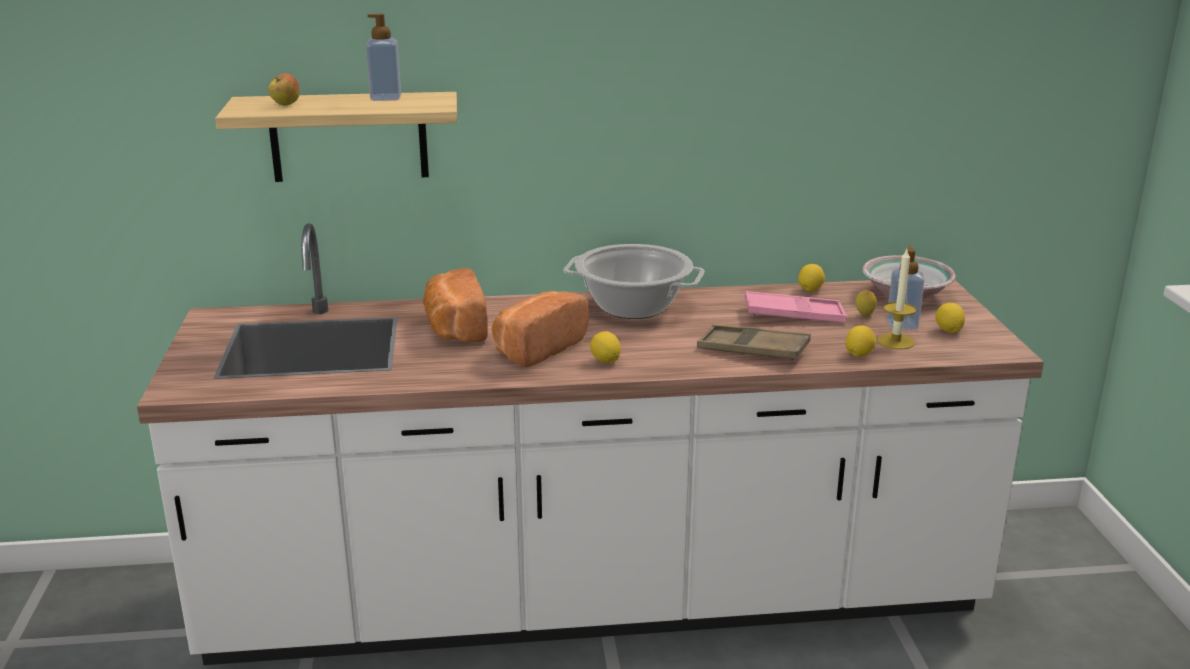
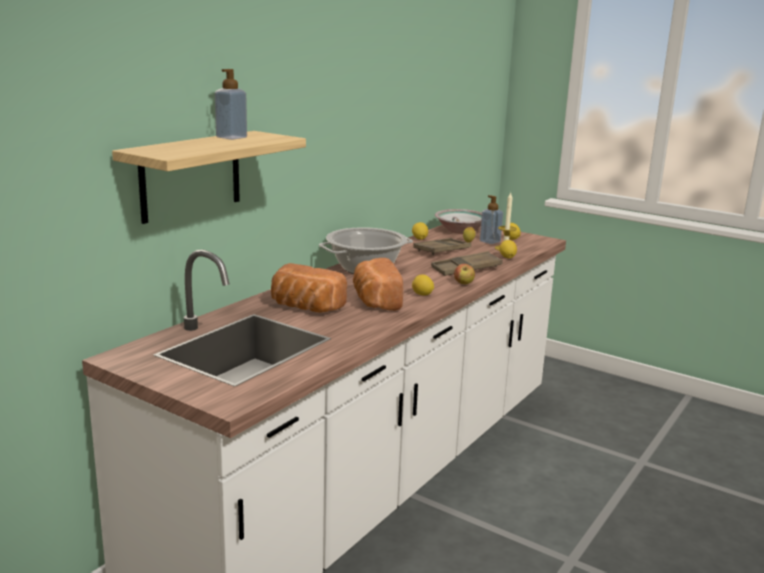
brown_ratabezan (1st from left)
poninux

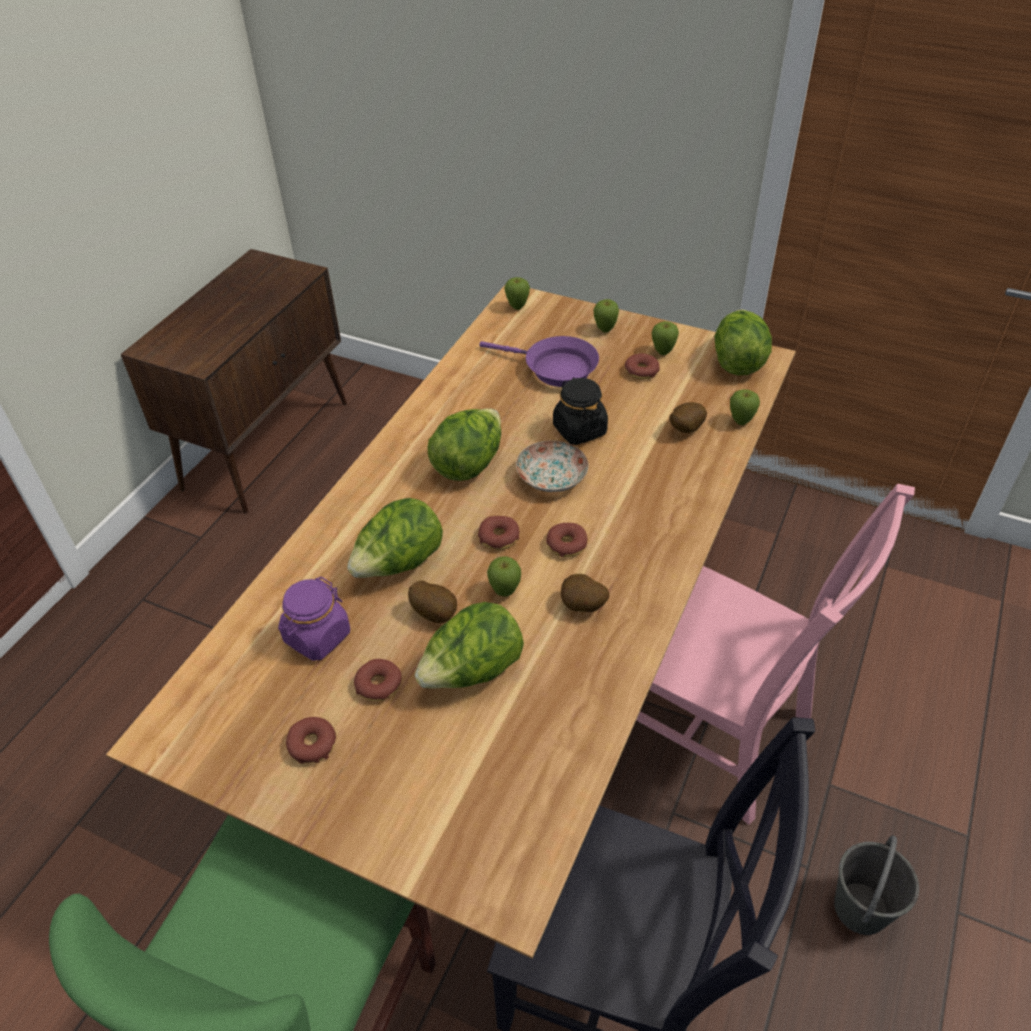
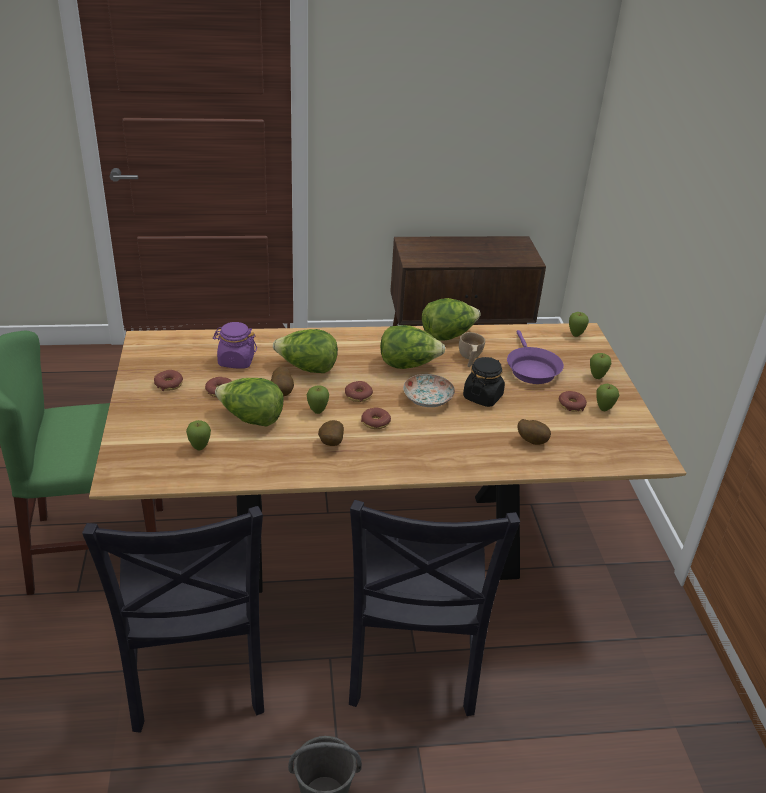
poninux (1st from left)
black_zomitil (2nd from left)
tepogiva (4th from left)
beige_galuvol

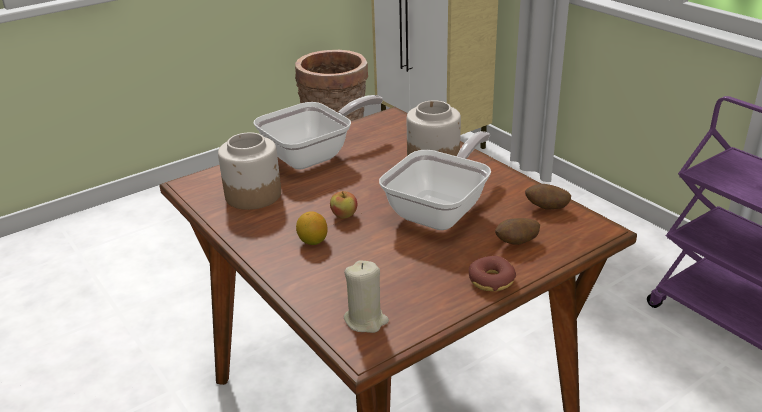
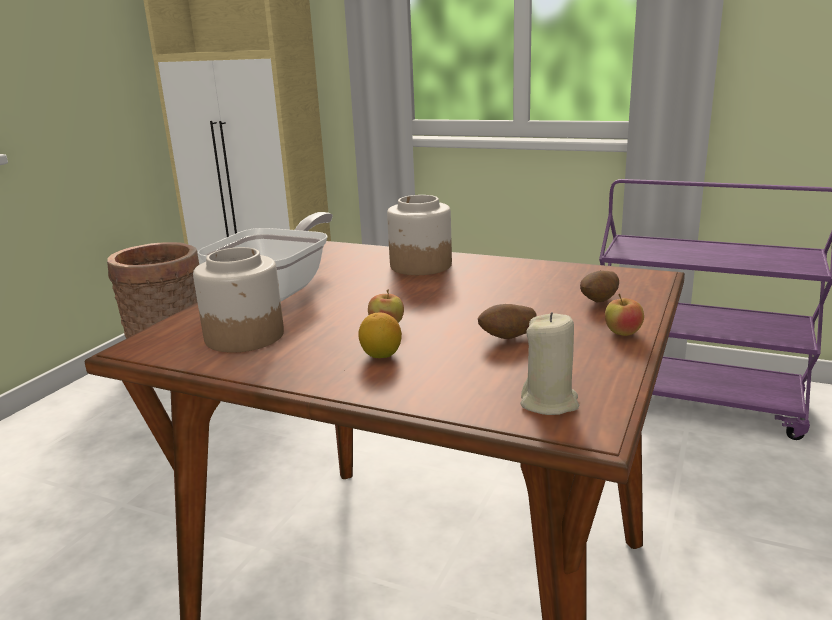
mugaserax (1st from left)
poninux (2nd from left)
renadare (2nd from left in the first image)

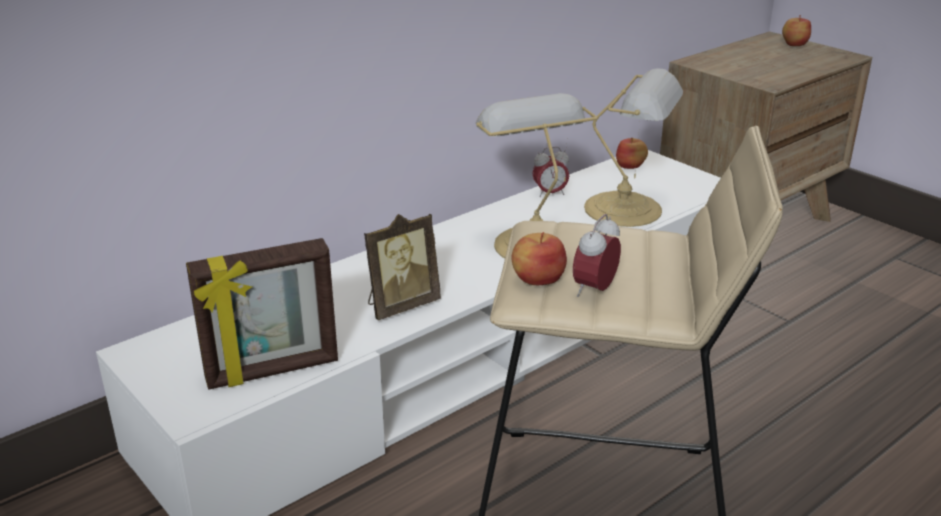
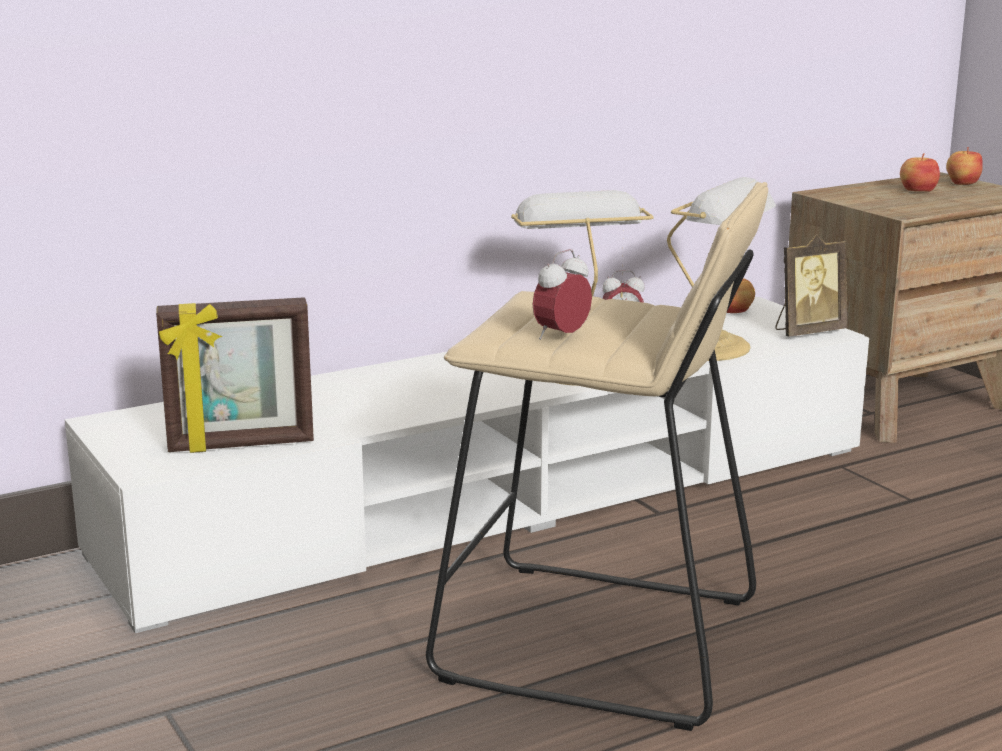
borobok (2nd from left)
poninux (2nd from left)

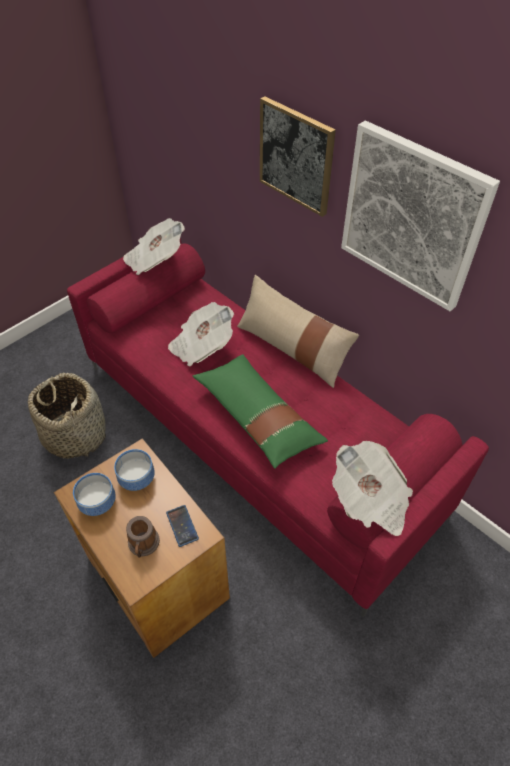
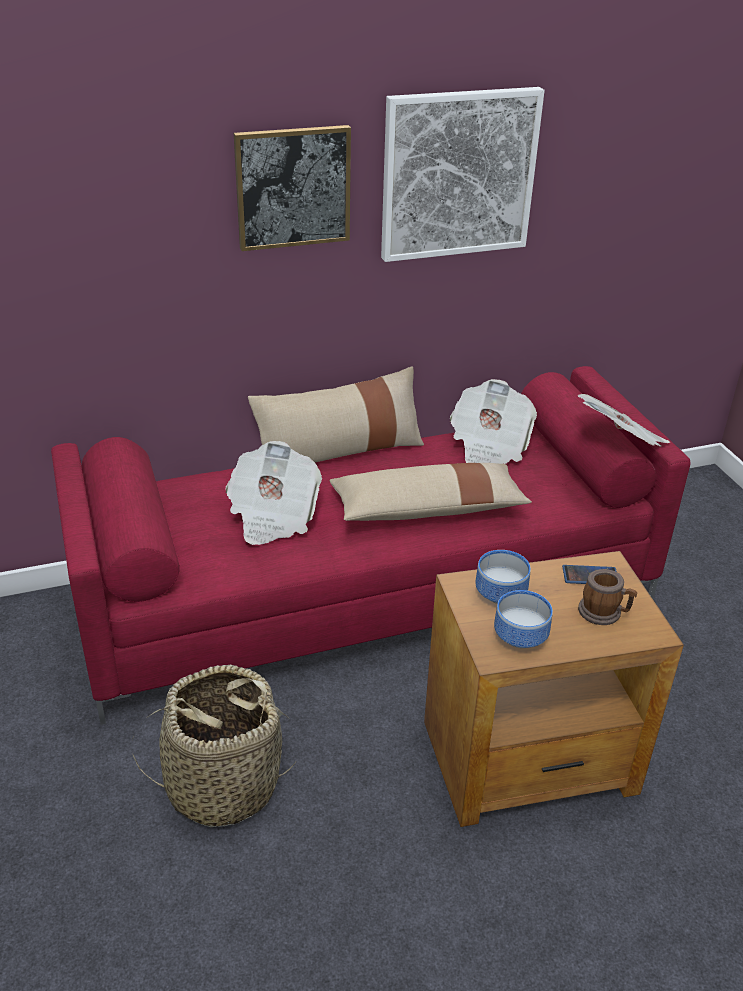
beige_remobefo (2nd from left)
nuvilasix (2nd from left)

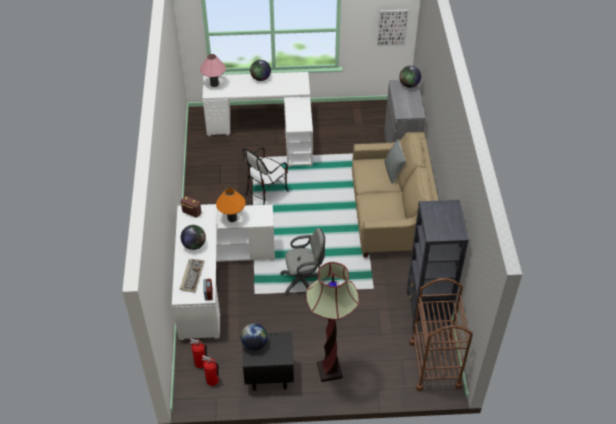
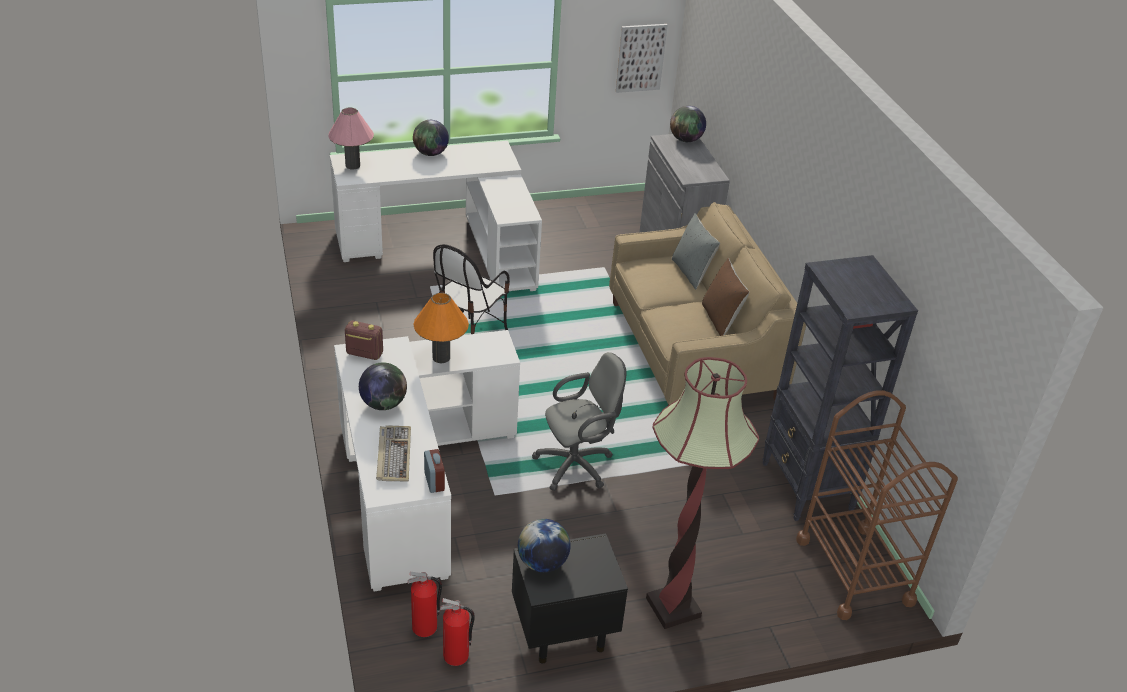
brown_remobefo

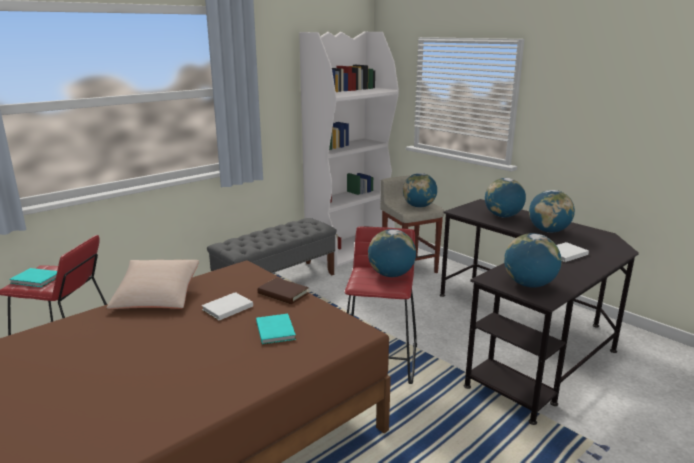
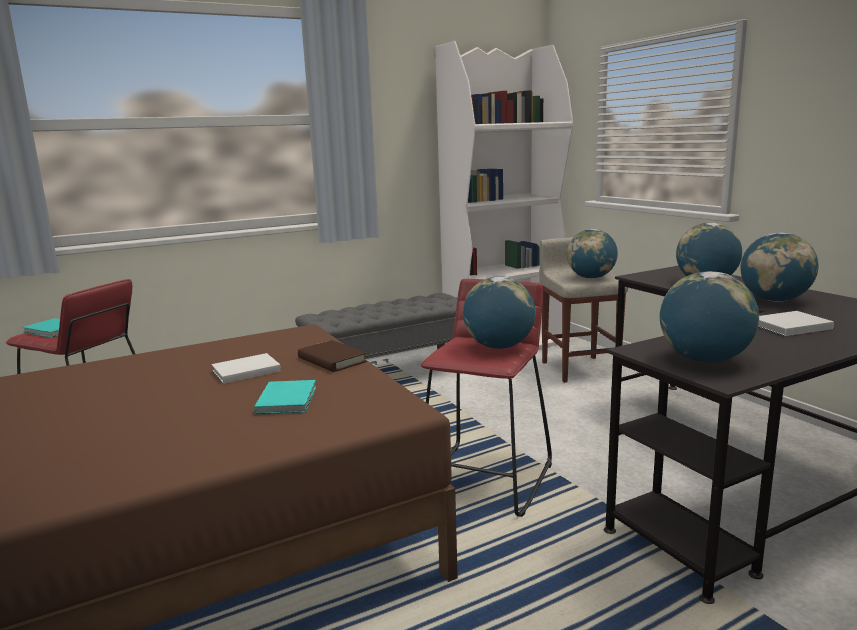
beige_remobefo

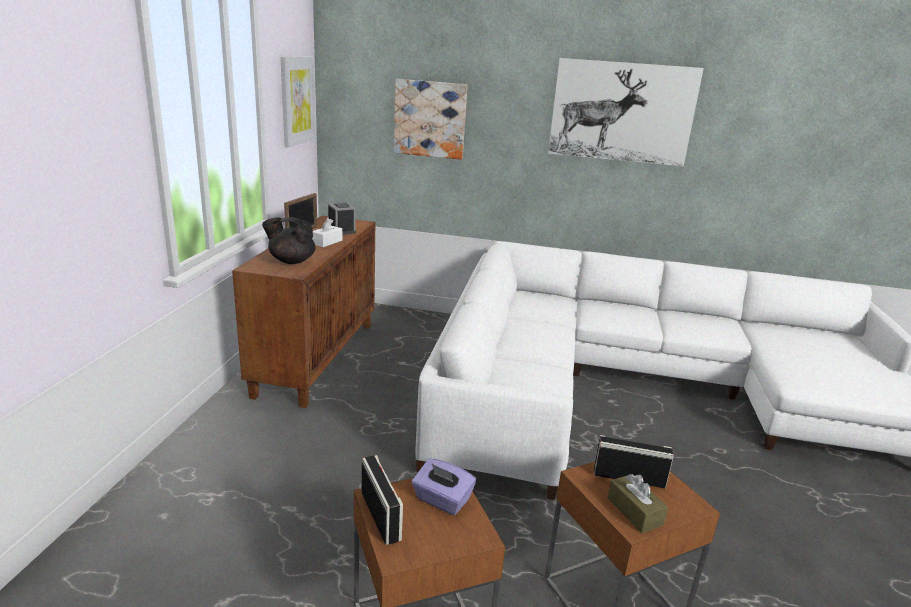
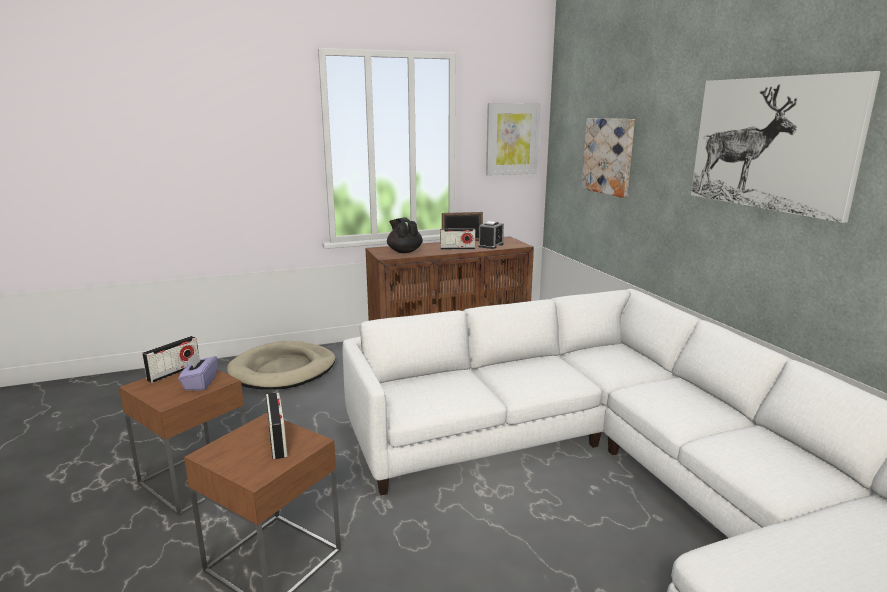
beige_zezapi
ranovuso (3rd from left)
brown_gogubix

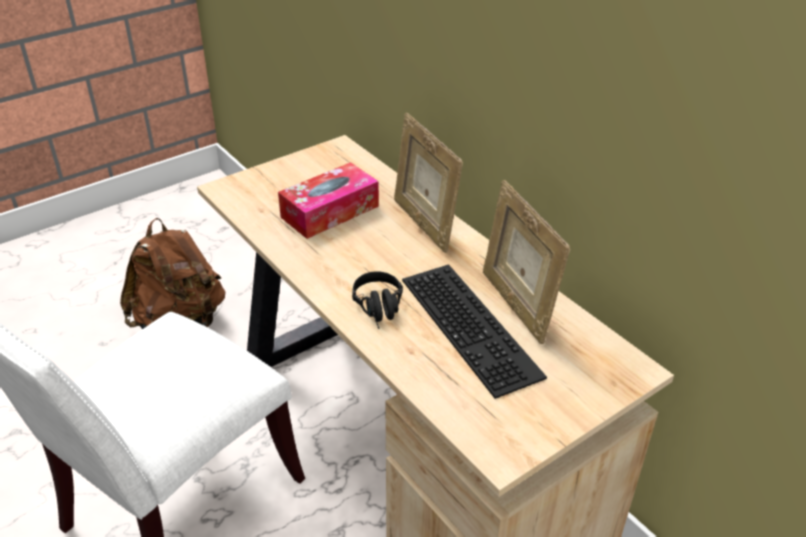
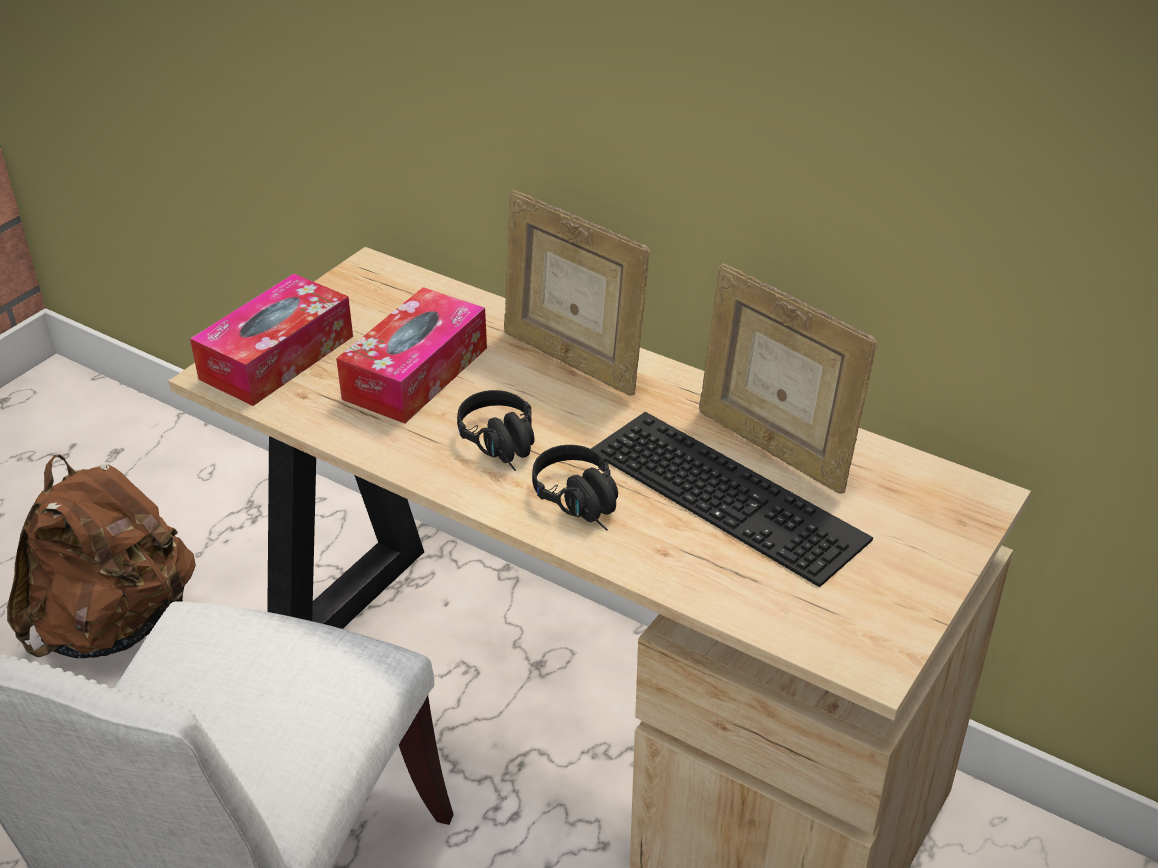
gogubix (1st from left)
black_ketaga (1st from left)

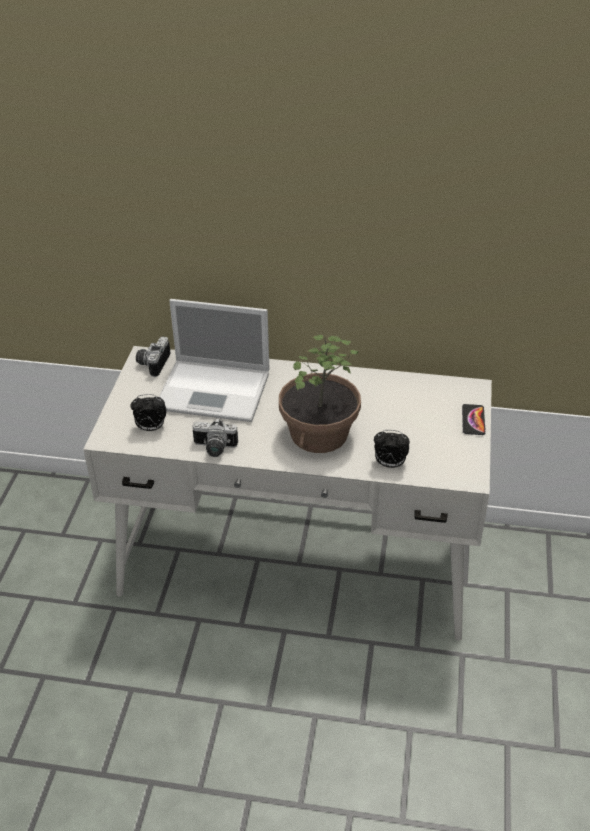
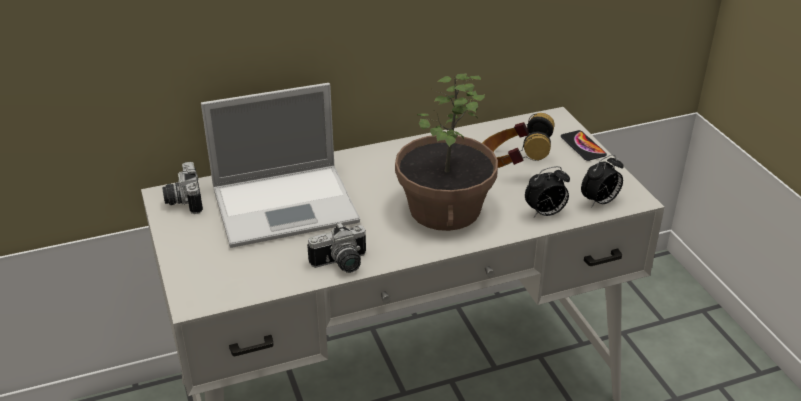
ketaga
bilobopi (2nd from left)

